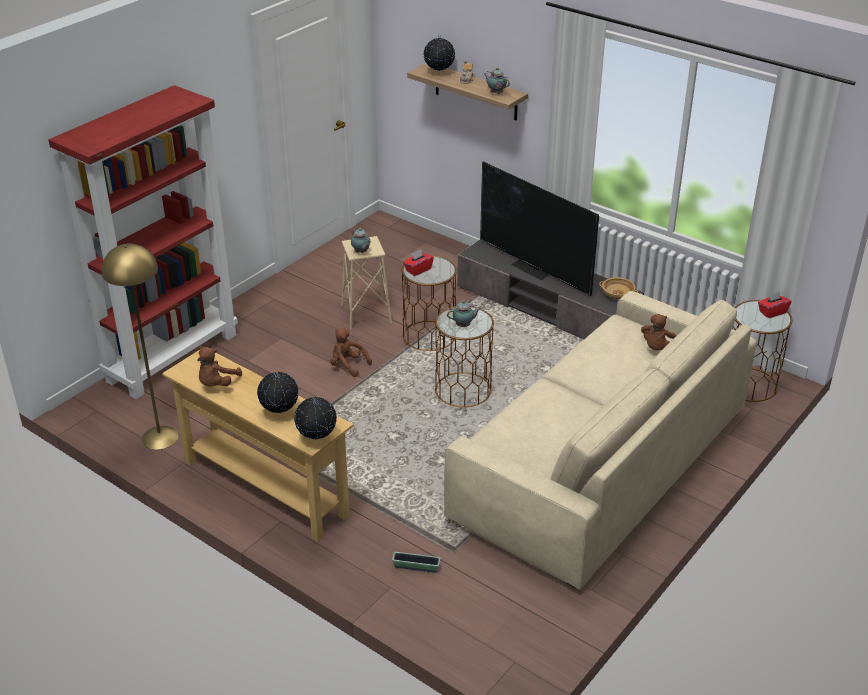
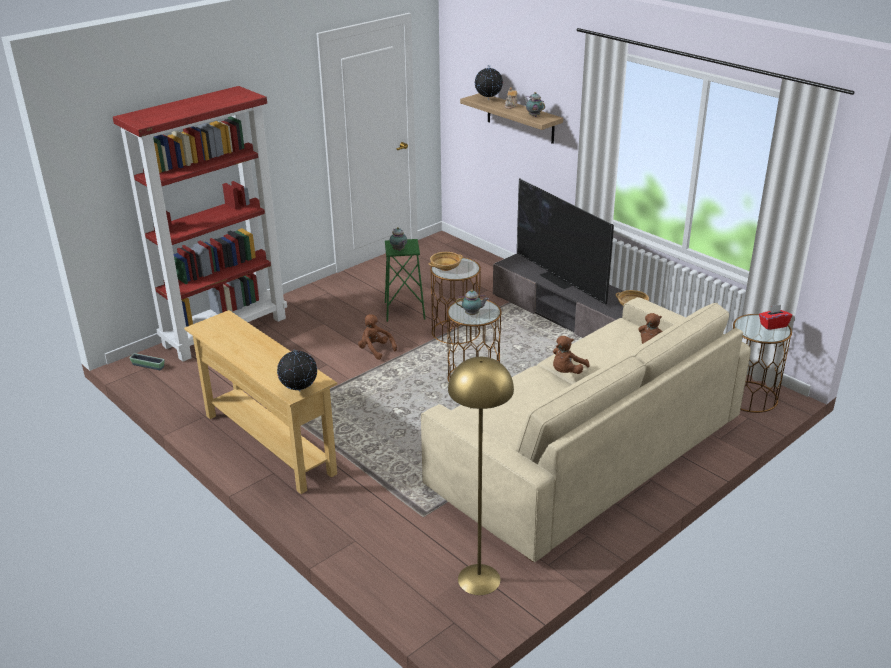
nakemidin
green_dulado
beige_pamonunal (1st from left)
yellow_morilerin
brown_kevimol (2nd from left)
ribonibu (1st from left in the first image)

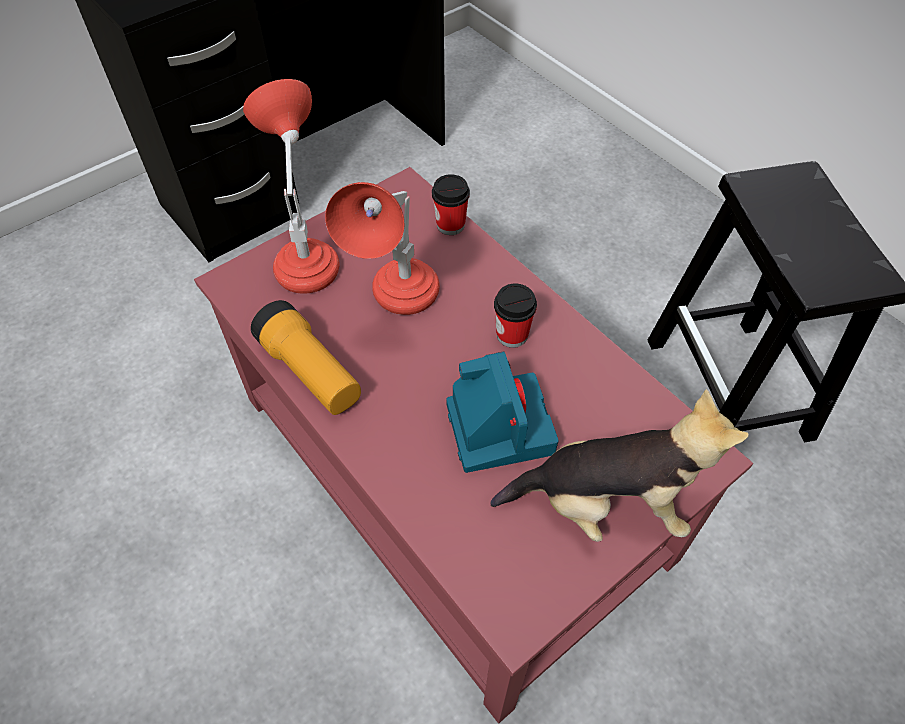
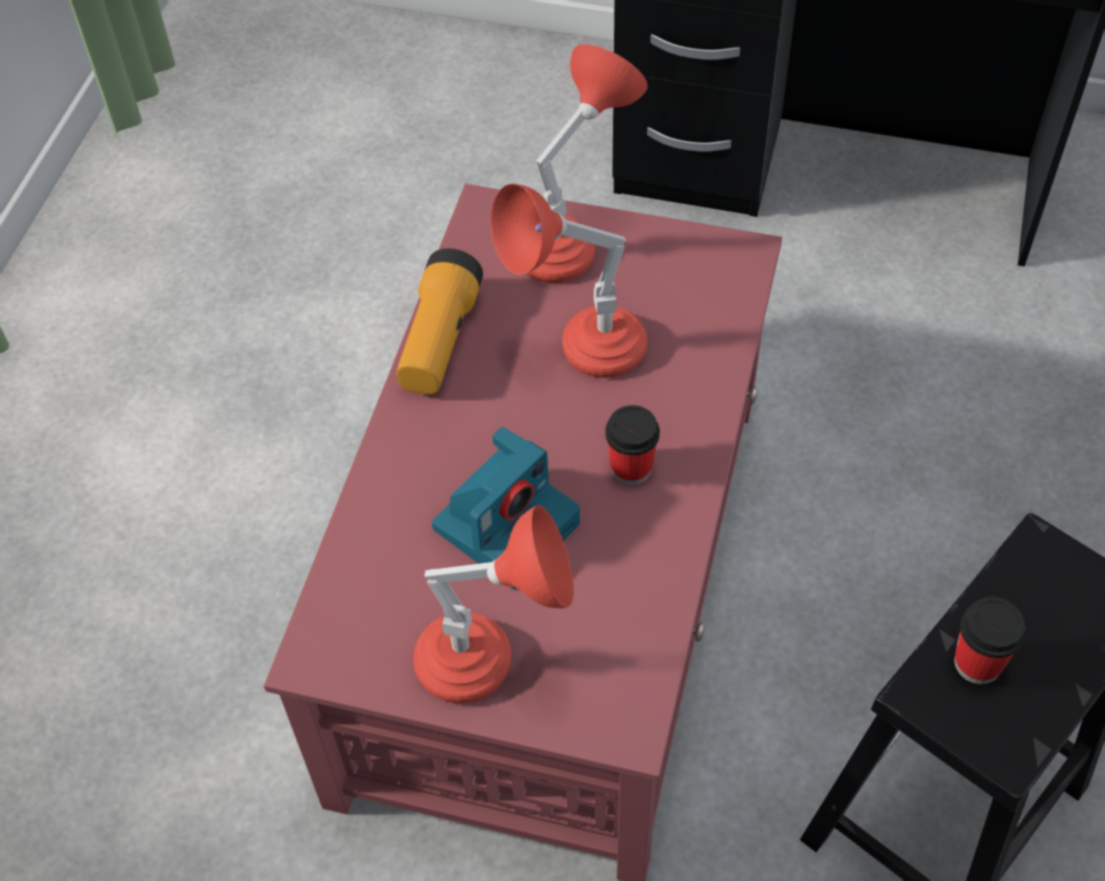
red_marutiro (1st from left)
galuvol (2nd from left)

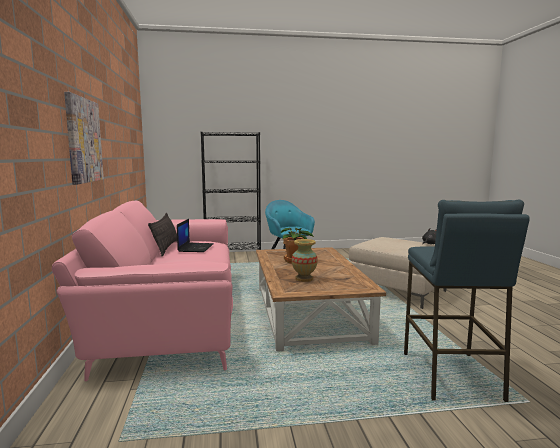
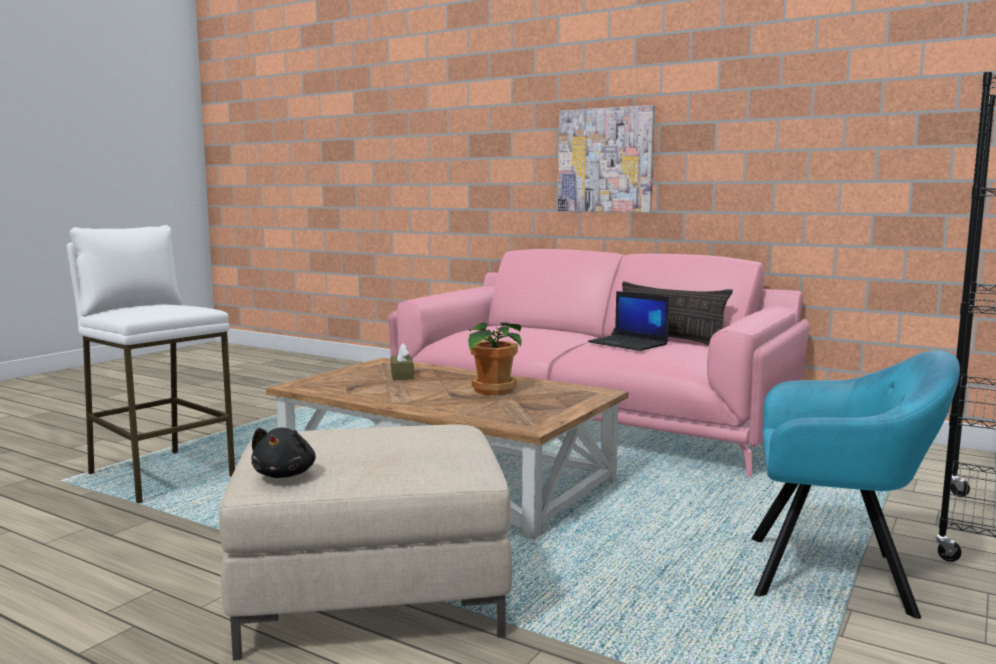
white_dulado
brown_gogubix

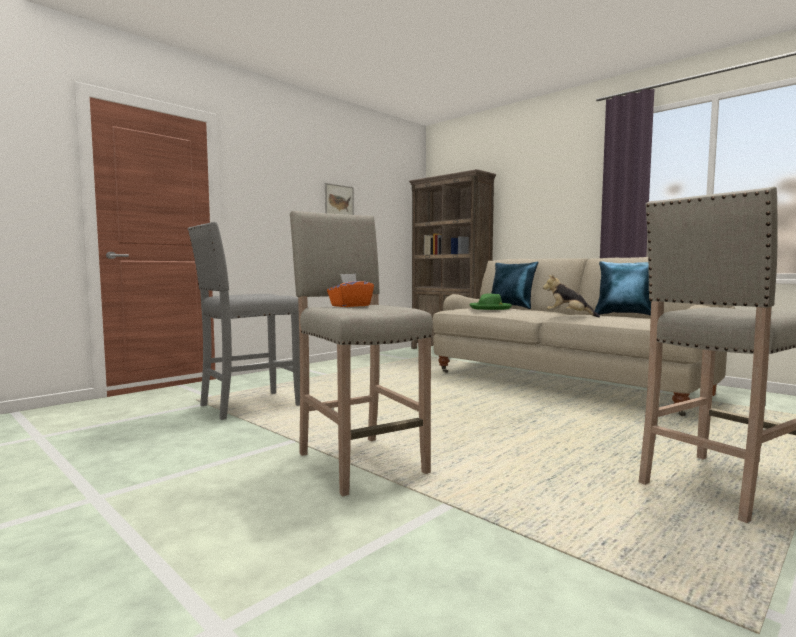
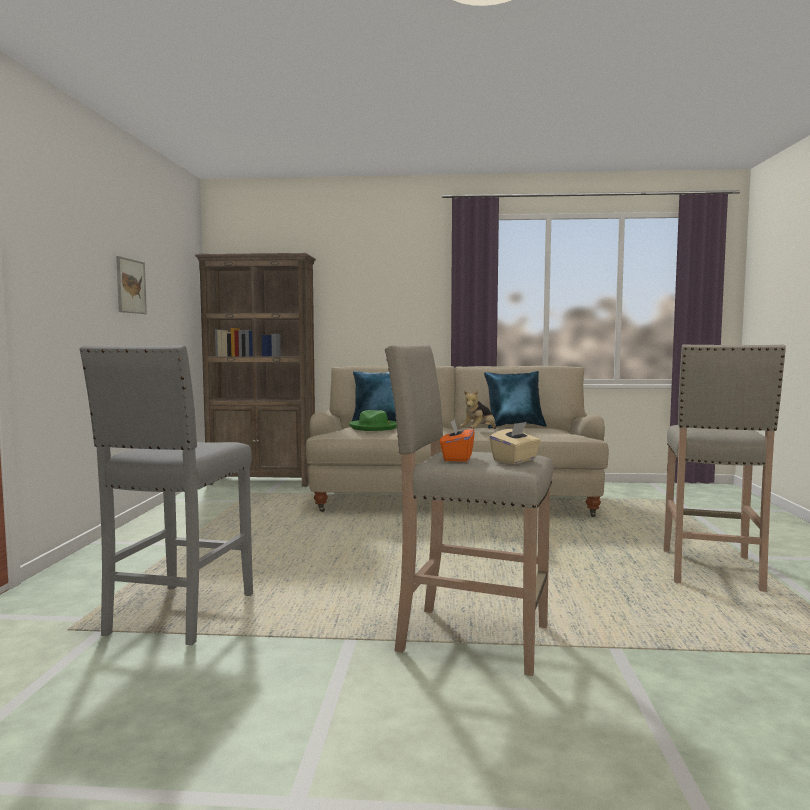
kevimol
beige_gogubix

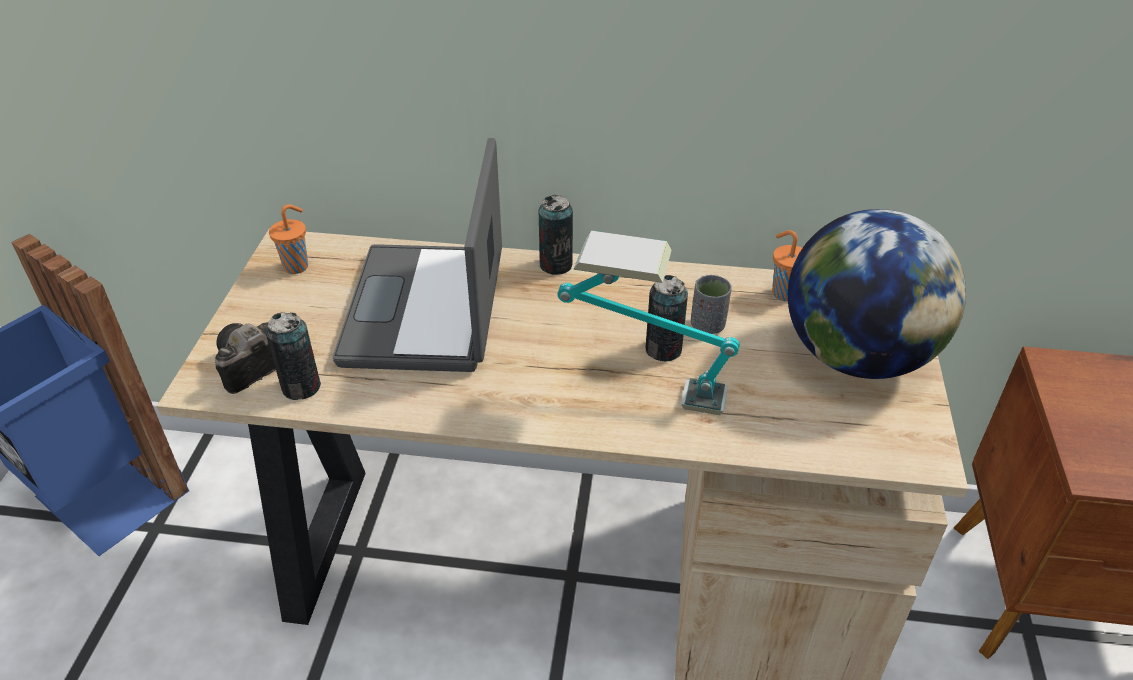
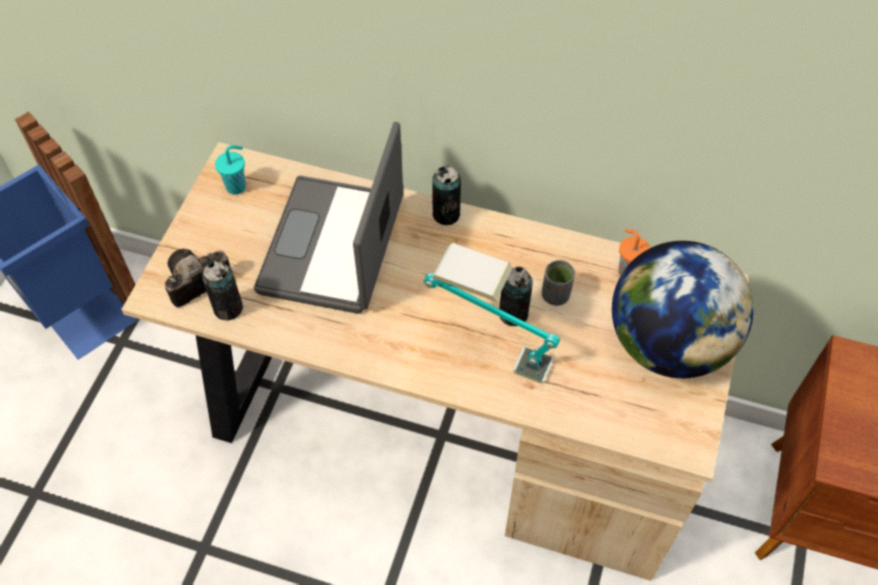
turquoise_galuvol

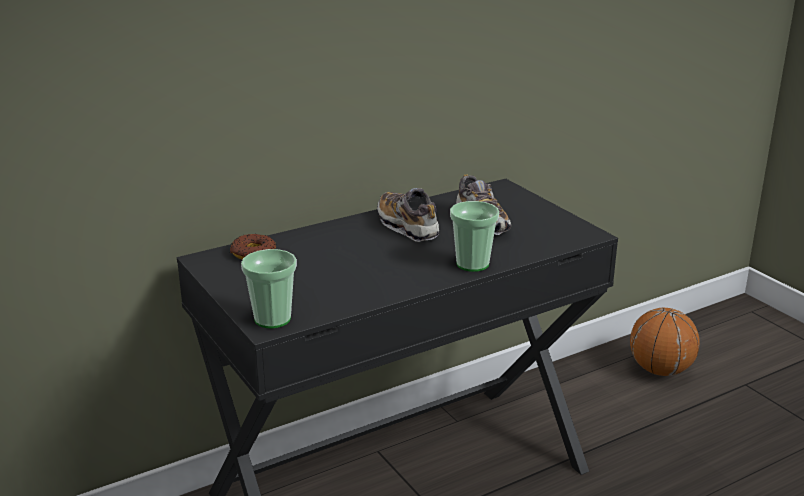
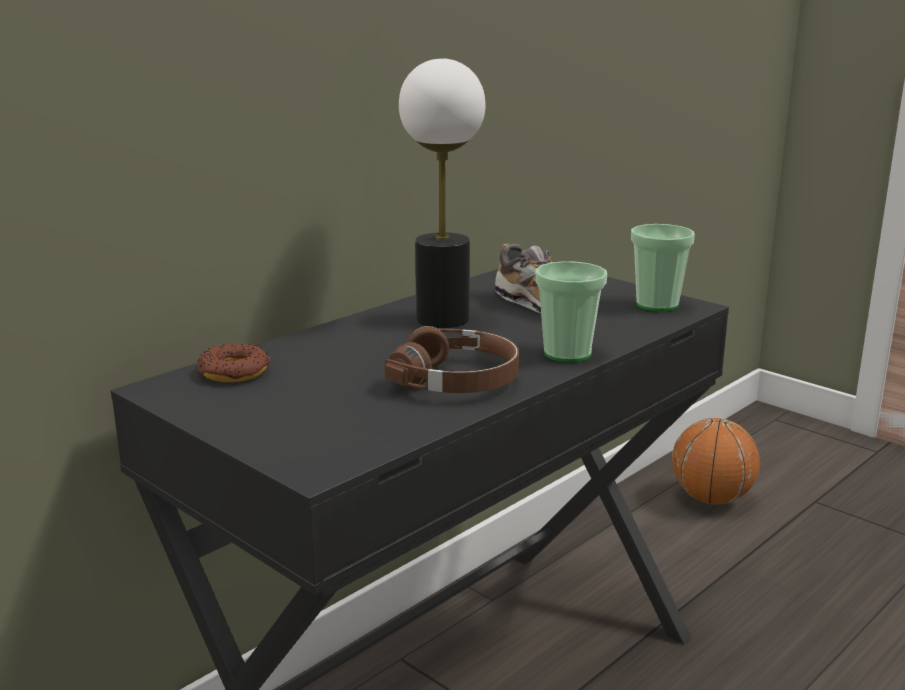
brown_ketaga
marutiro
galuvol (2nd from left)

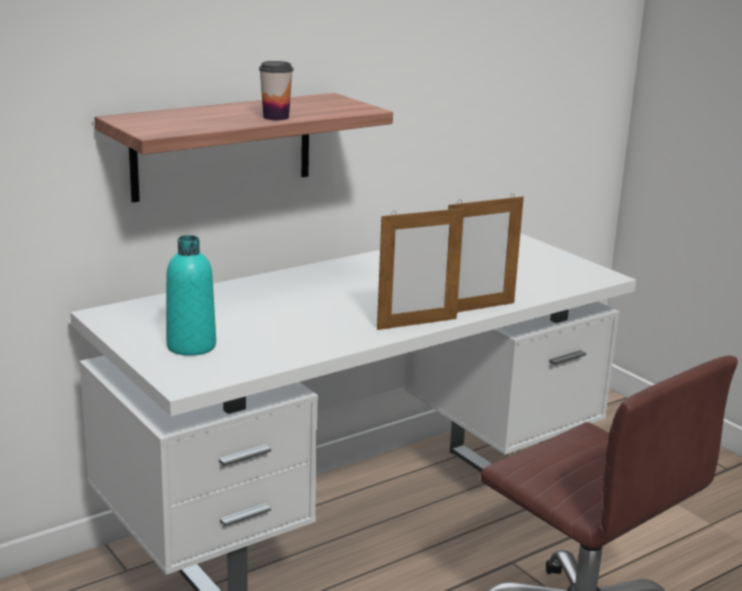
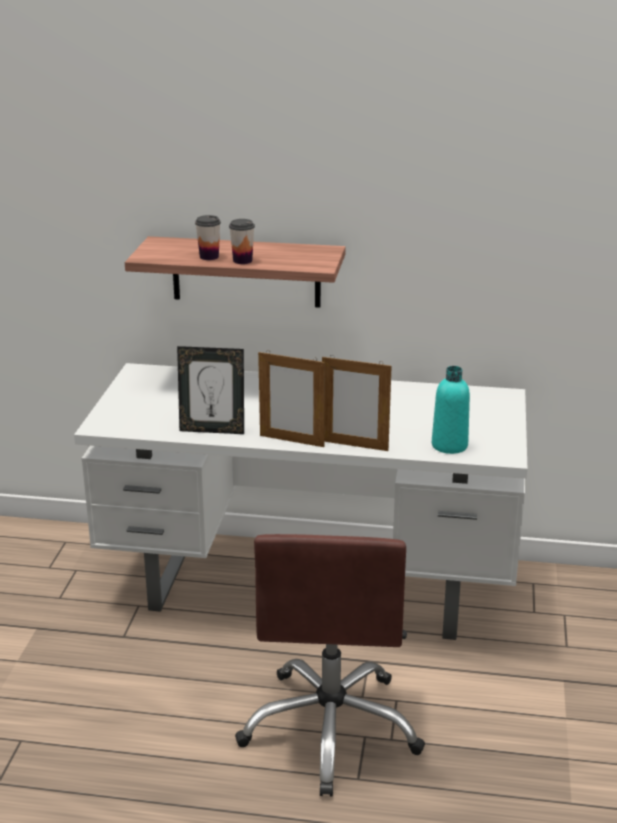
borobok (1st from left)
galuvol (1st from left)
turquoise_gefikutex

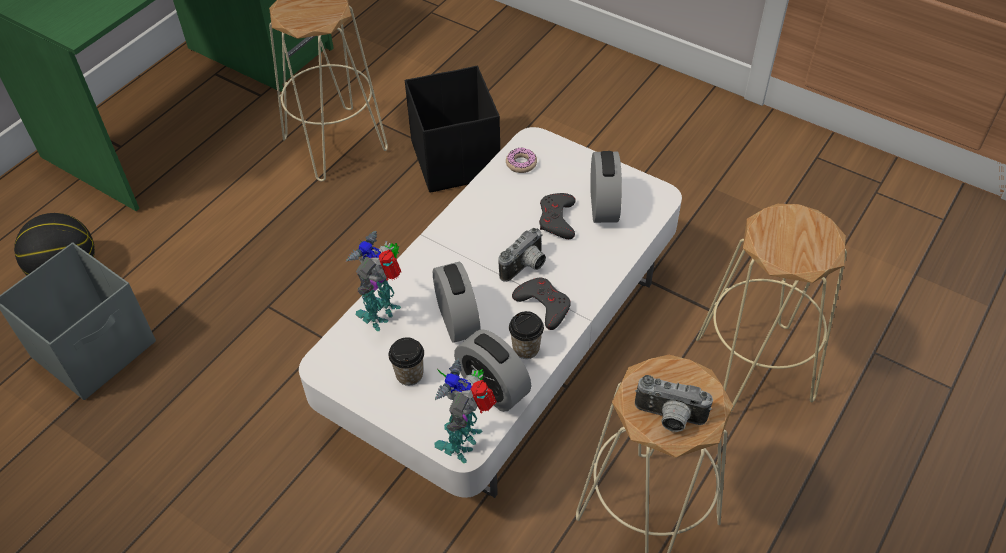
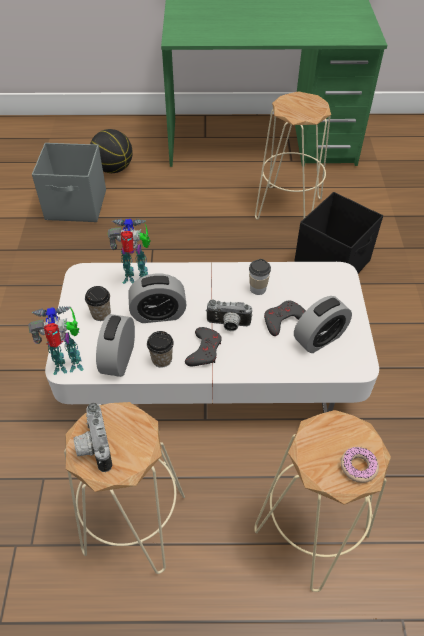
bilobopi (2nd from left)
galuvol (3rd from left)
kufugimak

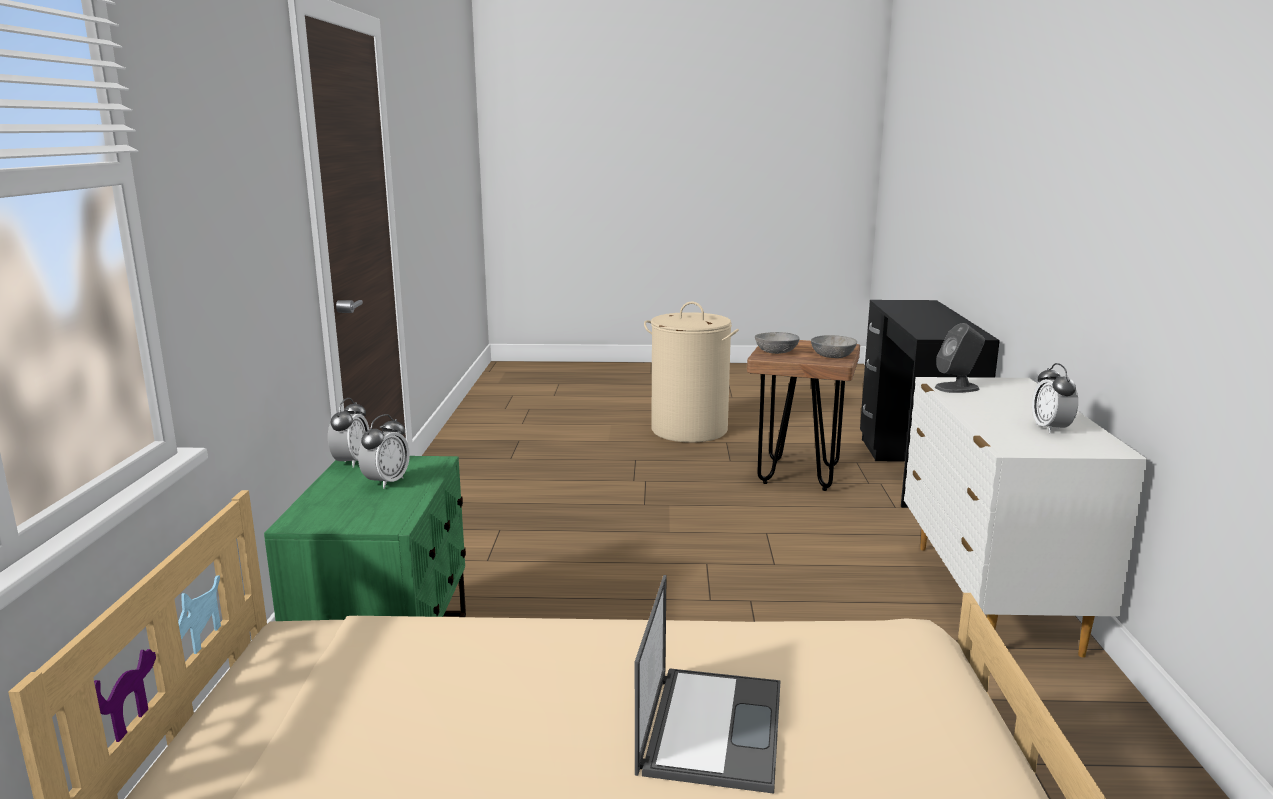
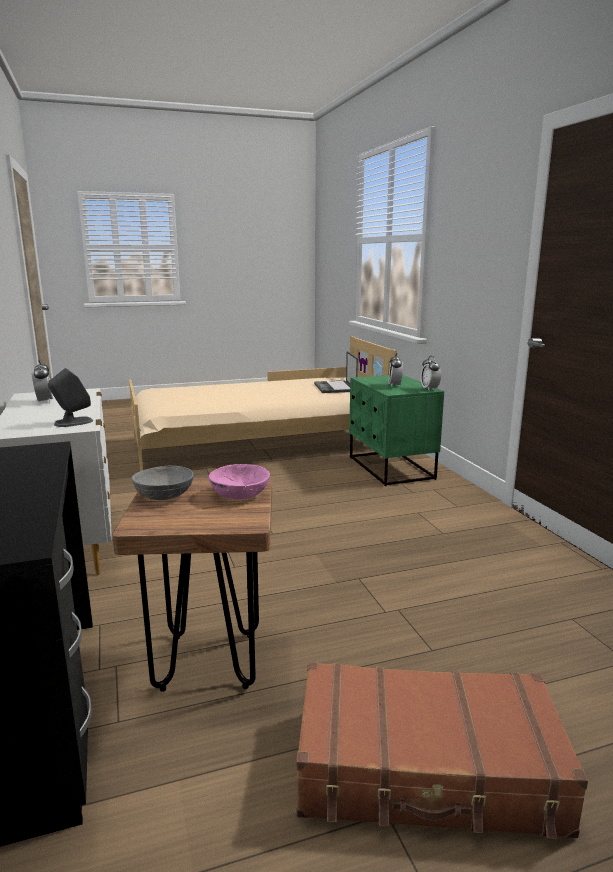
pink_pamonunal
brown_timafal
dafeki

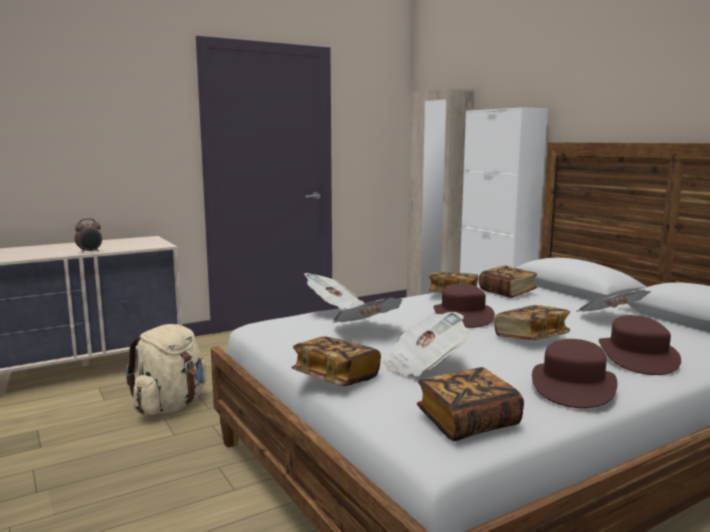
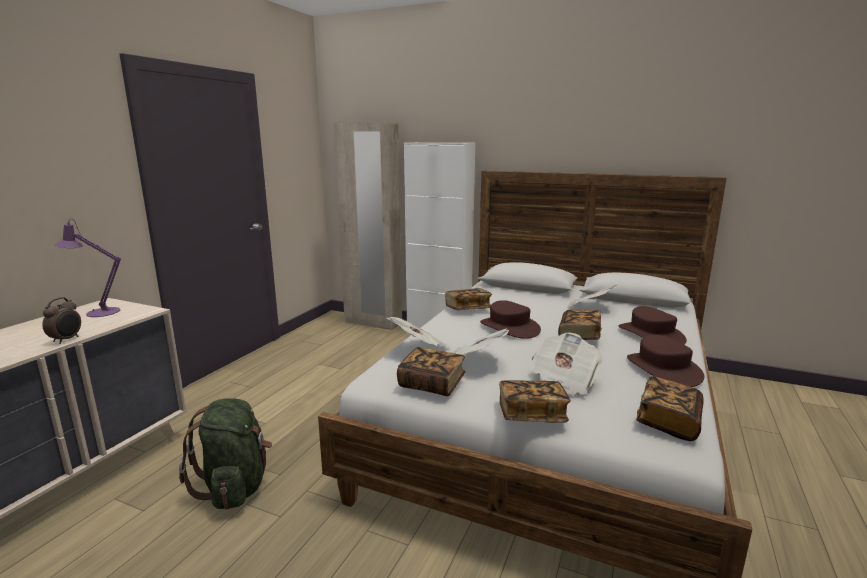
purple_marutiro
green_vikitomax
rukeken (1st from left)

